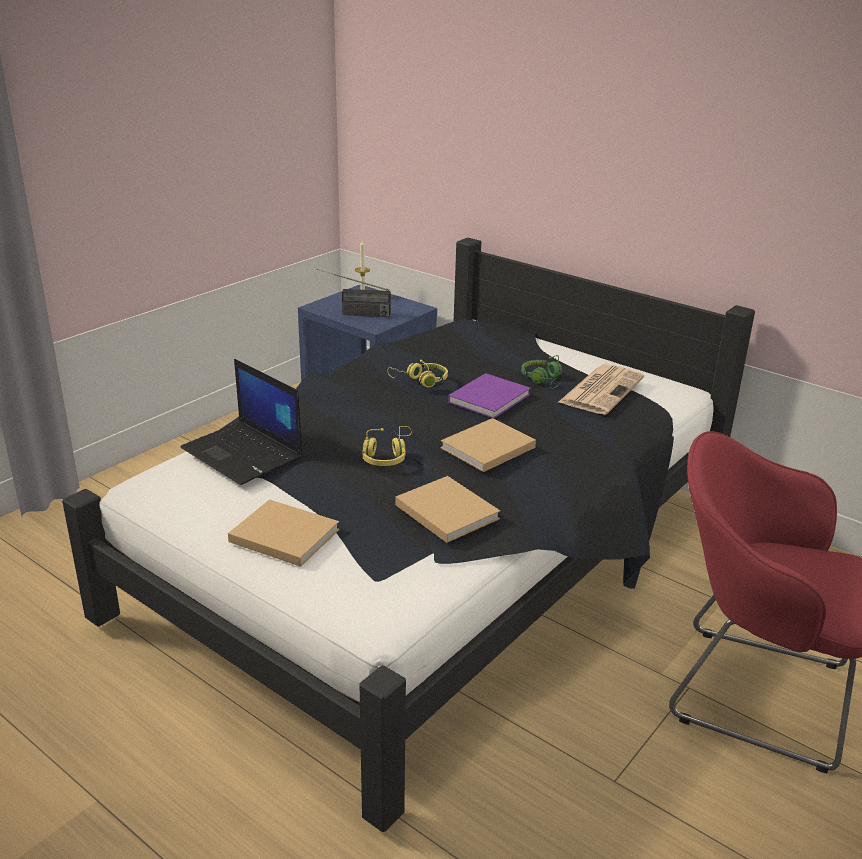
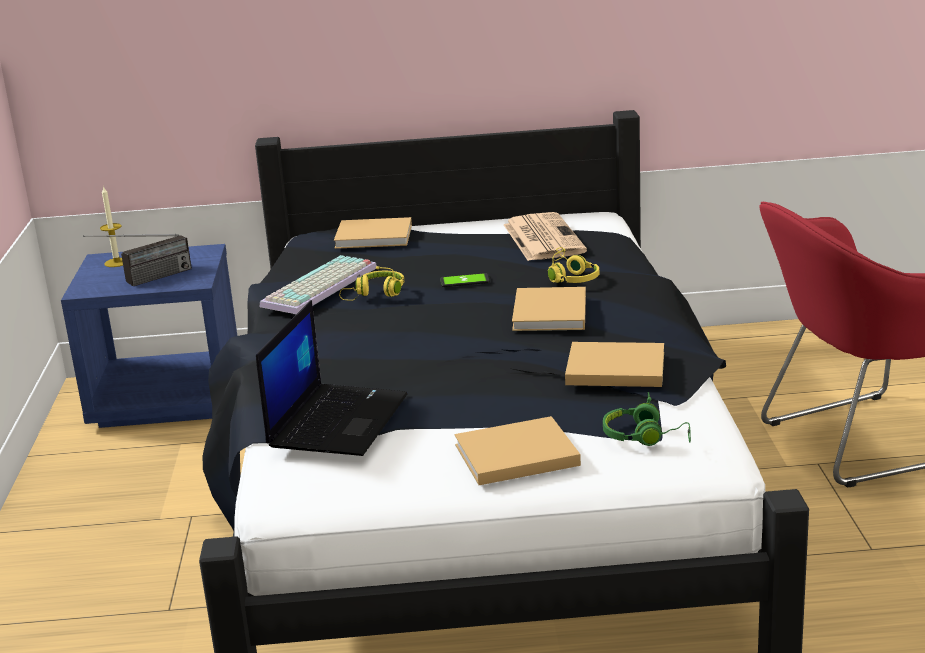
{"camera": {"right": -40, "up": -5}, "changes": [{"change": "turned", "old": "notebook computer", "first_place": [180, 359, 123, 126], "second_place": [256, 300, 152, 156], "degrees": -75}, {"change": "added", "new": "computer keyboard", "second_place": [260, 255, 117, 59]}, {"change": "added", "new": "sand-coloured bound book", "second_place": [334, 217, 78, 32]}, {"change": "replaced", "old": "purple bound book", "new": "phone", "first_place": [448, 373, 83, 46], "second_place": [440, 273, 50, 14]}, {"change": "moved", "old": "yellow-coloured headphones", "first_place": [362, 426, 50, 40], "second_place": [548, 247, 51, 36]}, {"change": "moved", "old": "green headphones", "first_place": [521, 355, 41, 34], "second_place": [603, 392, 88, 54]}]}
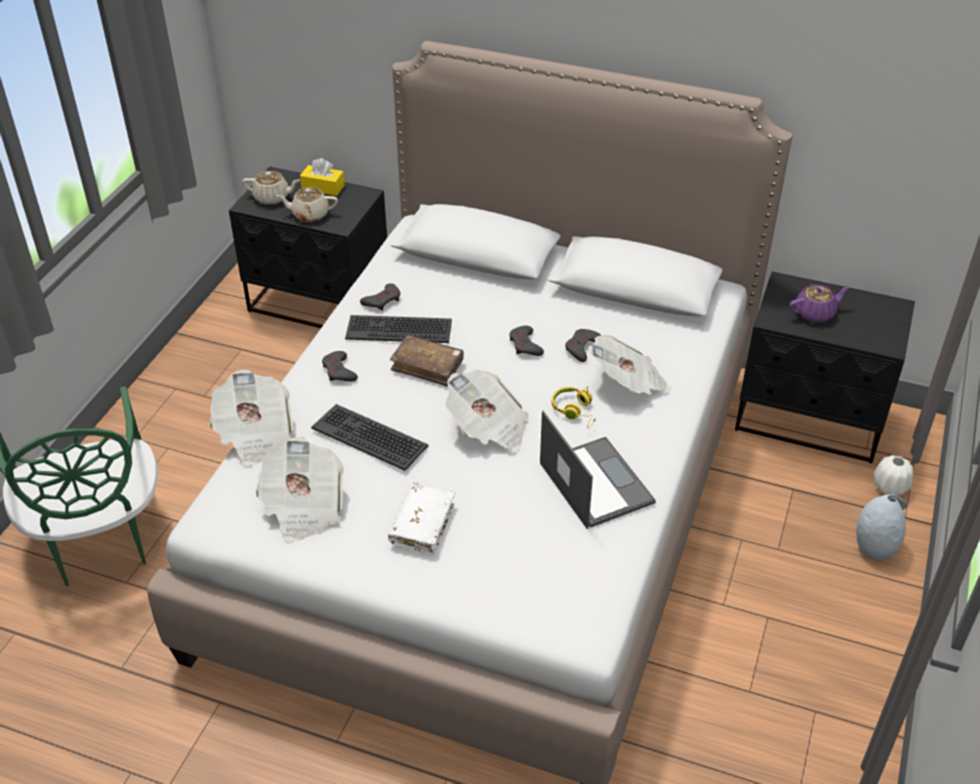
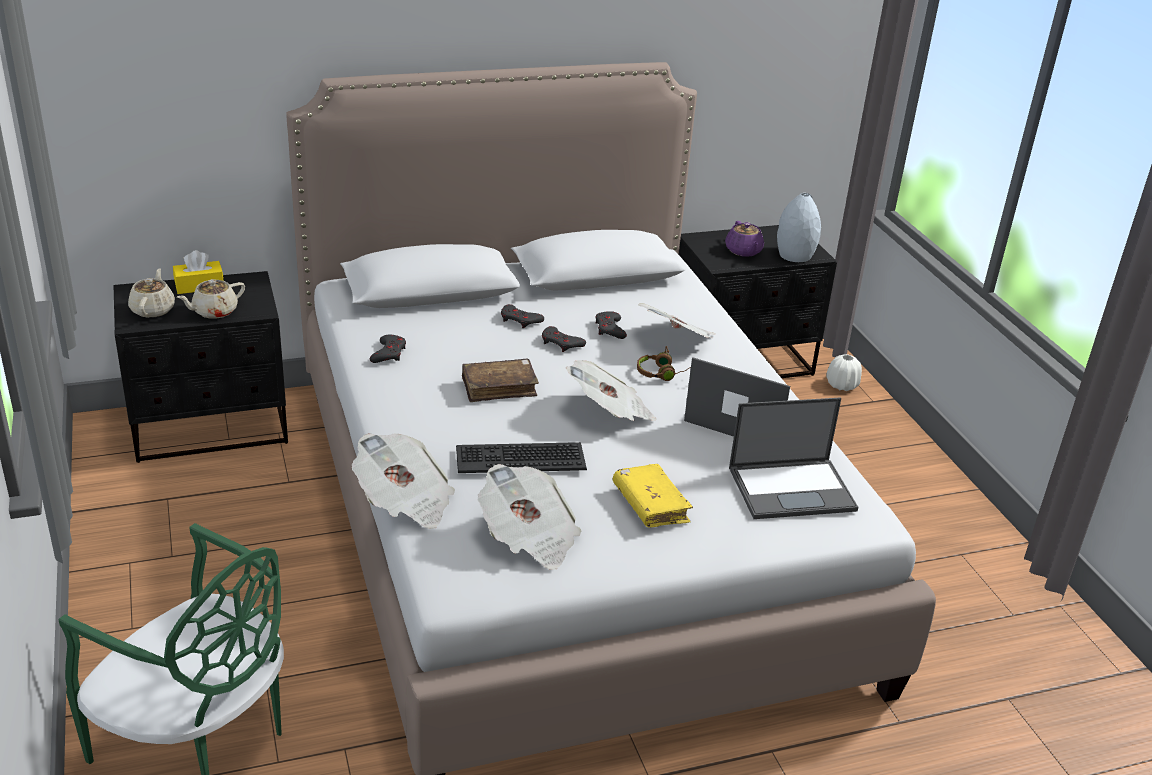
{"camera": {"right": -40, "up": -10}, "changes": [{"change": "turned", "old": "sand-coloured tea pot", "first_place": [242, 171, 58, 34], "second_place": [128, 268, 47, 50], "degrees": -60}, {"change": "moved", "old": "gray game controller", "first_place": [322, 351, 36, 31], "second_place": [501, 304, 43, 24]}, {"change": "recoloured", "old": "whitish bound book", "new": "yellow-coloured bound book", "first_place": [388, 483, 67, 73], "second_place": [613, 464, 80, 64]}, {"change": "recoloured", "old": "yellow-coloured headphones", "new": "brown-coloured headphones", "first_place": [552, 386, 44, 42], "second_place": [637, 346, 54, 35]}, {"change": "turned", "old": "purple tea pot", "first_place": [789, 284, 62, 39], "second_place": [725, 221, 39, 36], "degrees": 135}, {"change": "added", "new": "notebook computer", "second_place": [729, 397, 129, 122]}, {"change": "moved", "old": "gray vase", "first_place": [856, 494, 52, 67], "second_place": [777, 193, 44, 69]}, {"change": "removed", "old": "computer keyboard", "first_place": [345, 315, 107, 28]}]}
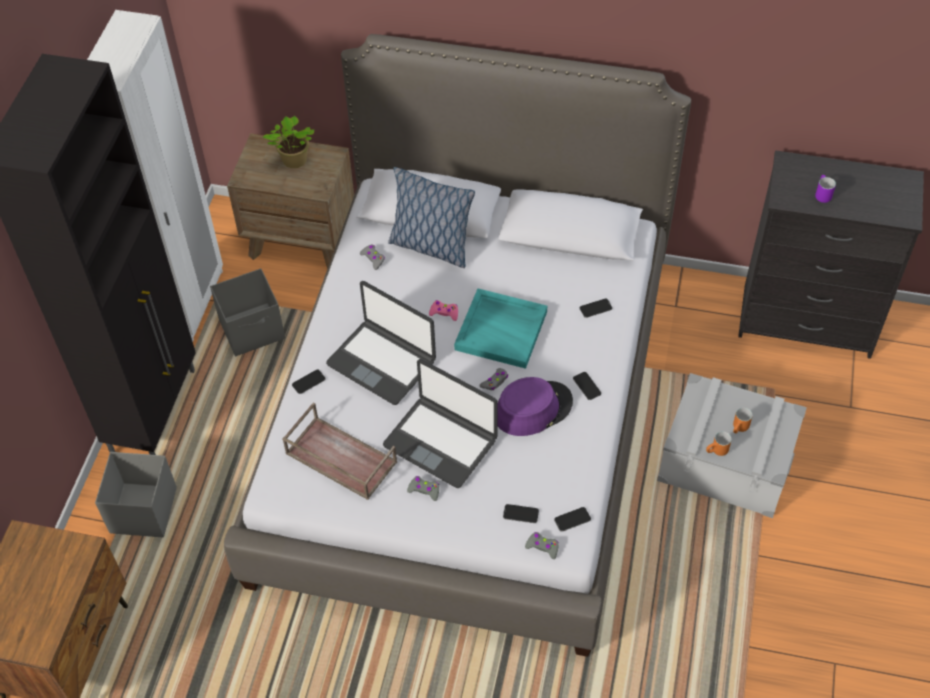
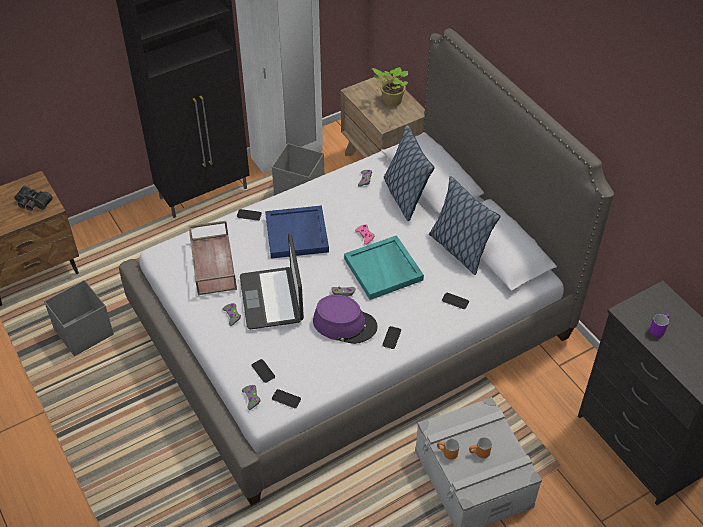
{"camera": {"right": 45, "up": -5}, "changes": [{"change": "added", "new": "black-coloured pair of binoculars", "second_place": [14, 186, 39, 25]}, {"change": "moved", "old": "gray storage bin", "first_place": [95, 452, 82, 85], "second_place": [44, 280, 70, 76]}, {"change": "replaced", "old": "notebook computer", "new": "bluish tray", "first_place": [326, 281, 110, 124], "second_place": [265, 205, 64, 54]}, {"change": "added", "new": "pillow", "second_place": [429, 176, 71, 99]}]}
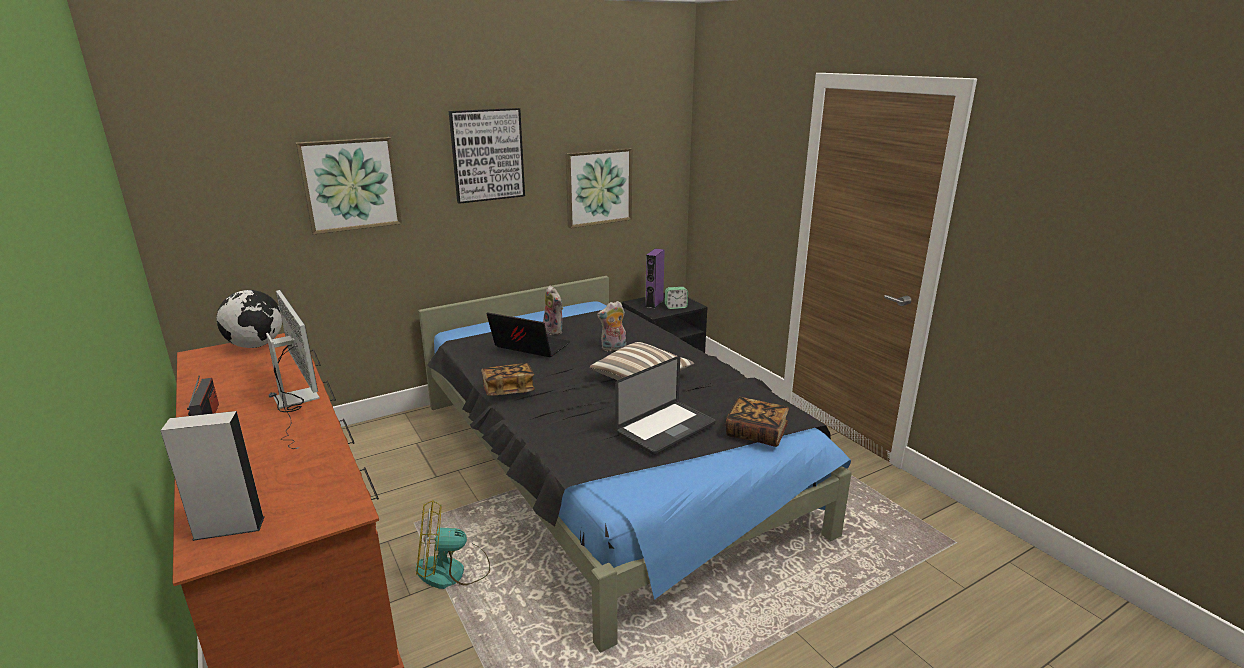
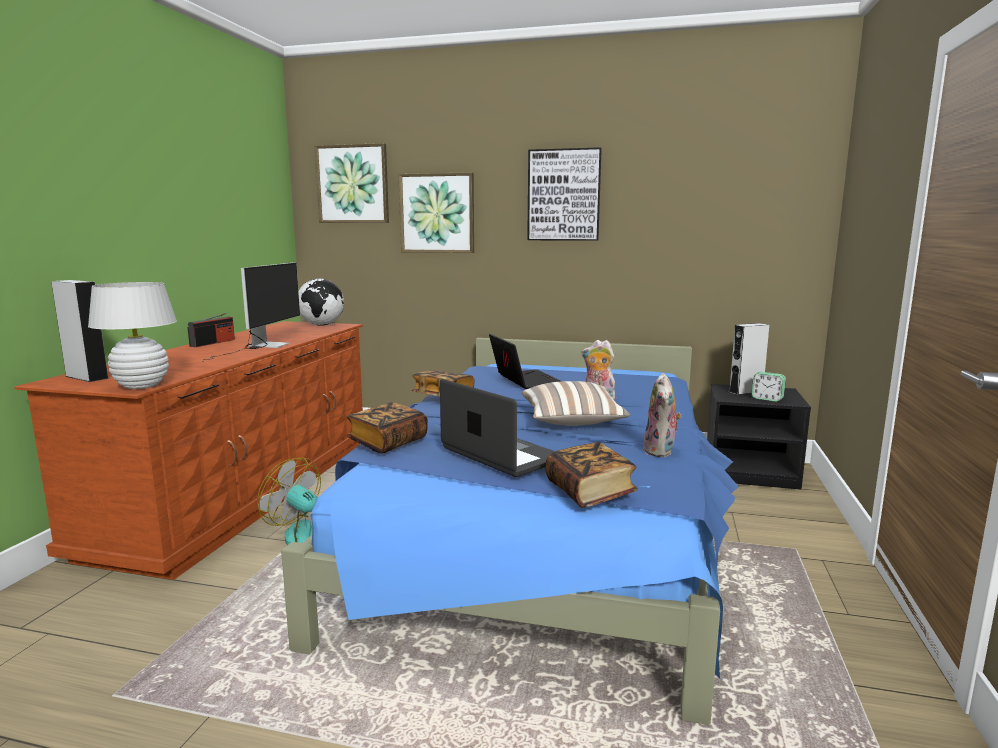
{"camera": {"right": 45, "up": -10}, "changes": [{"change": "added", "new": "whitish tabletop lamp", "second_place": [88, 282, 89, 107]}, {"change": "recoloured", "old": "black-coloured bed", "new": "bluish bed", "first_place": [419, 276, 433, 376], "second_place": [281, 338, 458, 387]}, {"change": "moved", "old": "picture", "first_place": [565, 148, 67, 80], "second_place": [314, 143, 75, 80]}, {"change": "added", "new": "bound book", "second_place": [347, 402, 81, 51]}, {"change": "turned", "old": "notebook computer", "first_place": [615, 356, 101, 99], "second_place": [440, 379, 115, 98], "degrees": -135}, {"change": "moved", "old": "plush toy", "first_place": [543, 286, 20, 49], "second_place": [643, 373, 39, 84]}, {"change": "recoloured", "old": "purple loudspeaker", "new": "gray loudspeaker", "first_place": [645, 248, 20, 61], "second_place": [729, 323, 40, 72]}]}
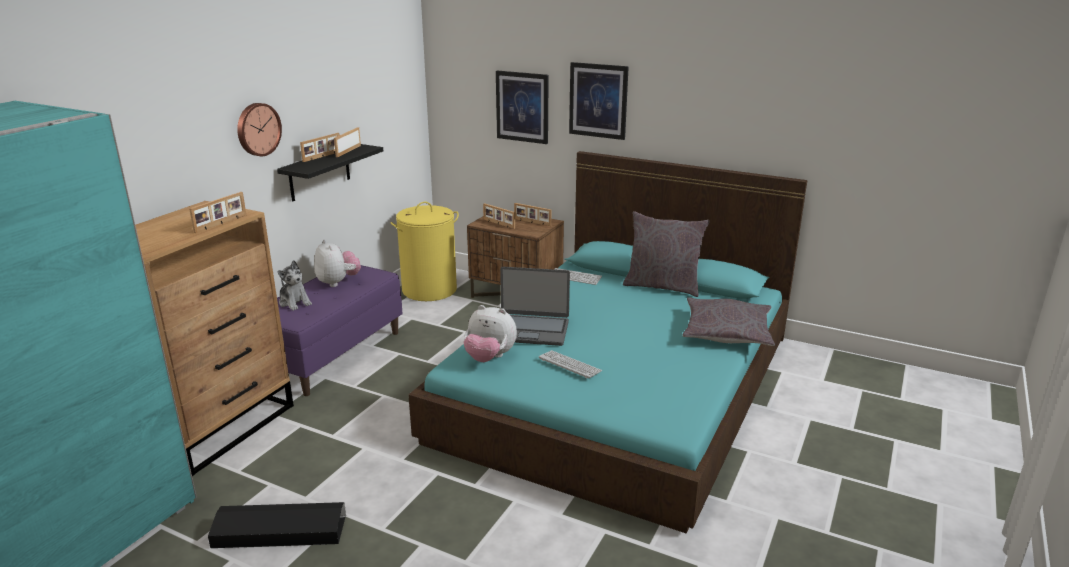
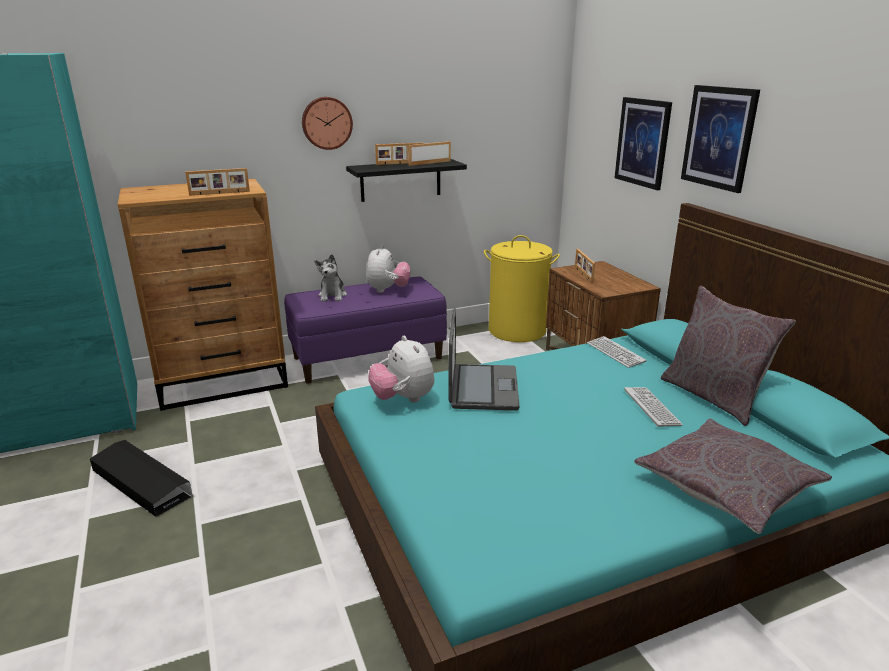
{"camera": {"right": 40, "up": 0}, "changes": [{"change": "turned", "old": "notebook computer", "first_place": [500, 267, 70, 79], "second_place": [449, 308, 70, 103], "degrees": -135}, {"change": "moved", "old": "computer keyboard", "first_place": [539, 350, 64, 29], "second_place": [624, 387, 59, 40]}, {"change": "removed", "old": "photo frame", "first_place": [514, 203, 37, 23]}]}
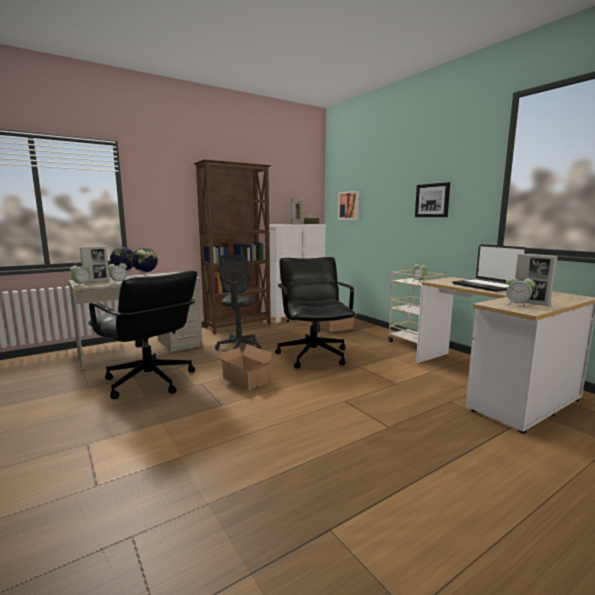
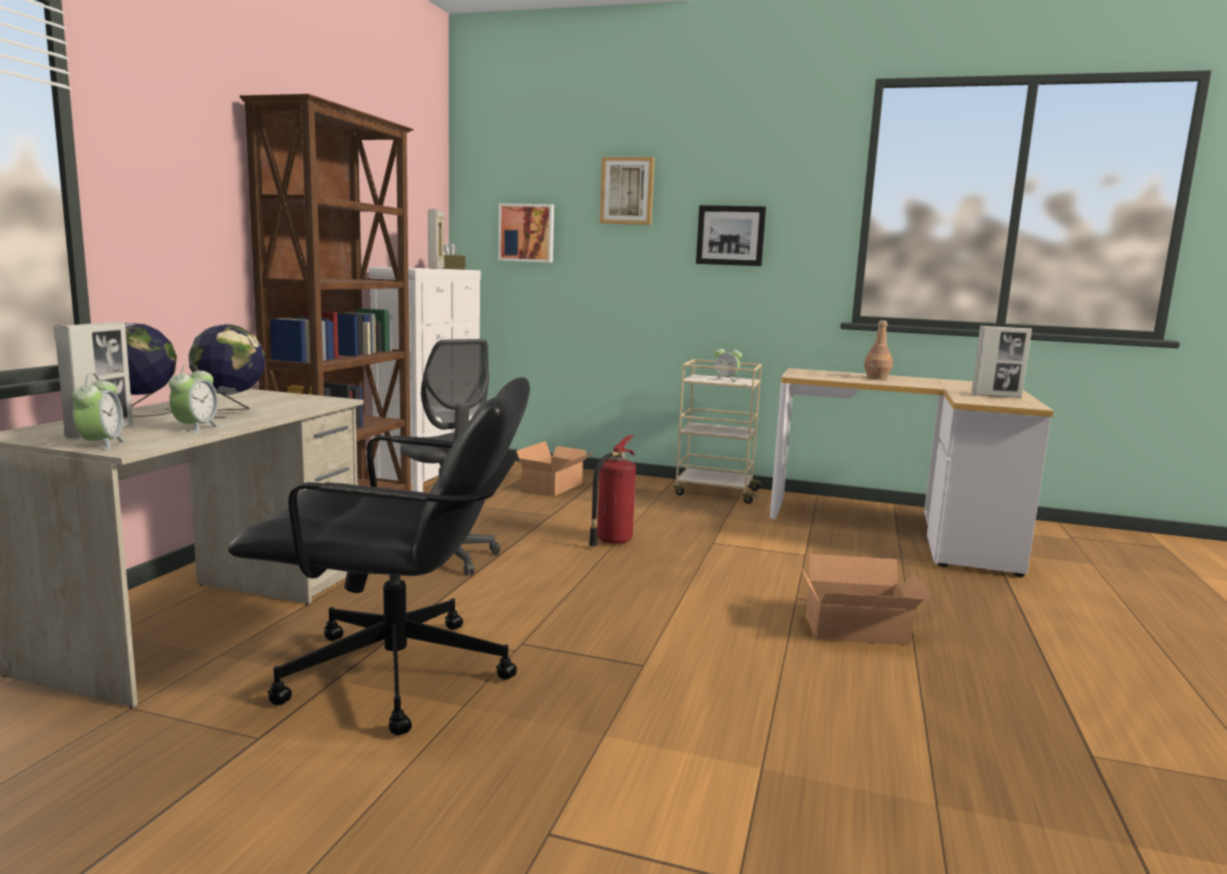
{"camera": {"right": -40, "up": 0}, "changes": [{"change": "replaced", "old": "black-coloured desk chair", "new": "fire-fighting cylinder", "first_place": [275, 257, 80, 112], "second_place": [589, 435, 47, 112]}, {"change": "added", "new": "picture", "second_place": [600, 157, 54, 68]}, {"change": "moved", "old": "packing box", "first_place": [216, 344, 57, 45], "second_place": [800, 554, 132, 91]}, {"change": "replaced", "old": "notebook computer", "new": "brown-coloured beverage bottle", "first_place": [452, 244, 75, 48], "second_place": [864, 320, 29, 60]}, {"change": "removed", "old": "table clock", "first_place": [505, 277, 30, 30]}]}
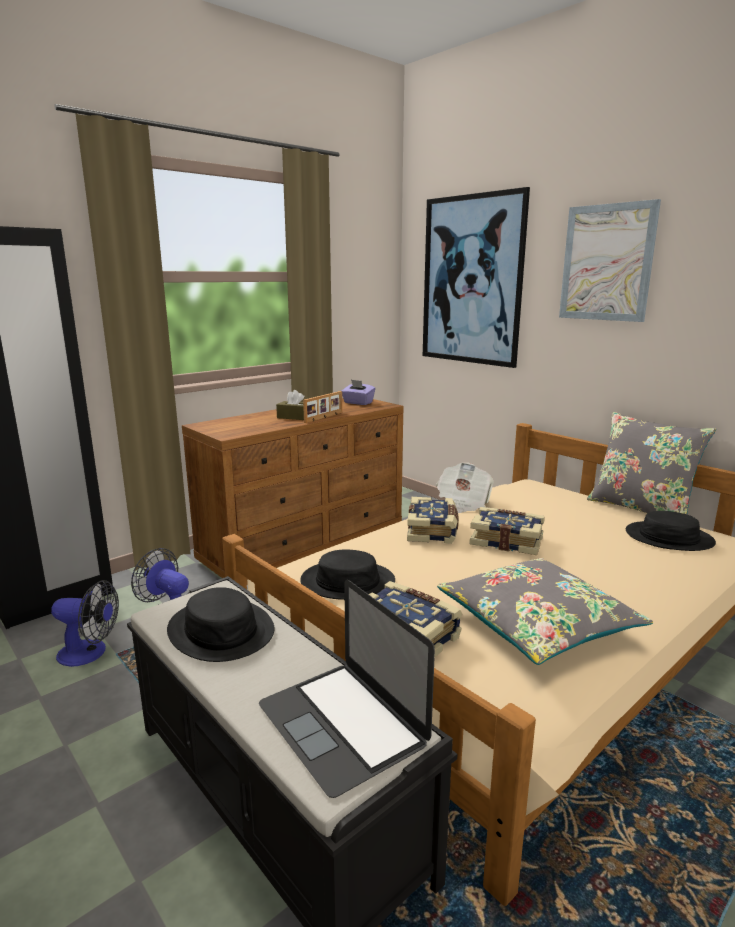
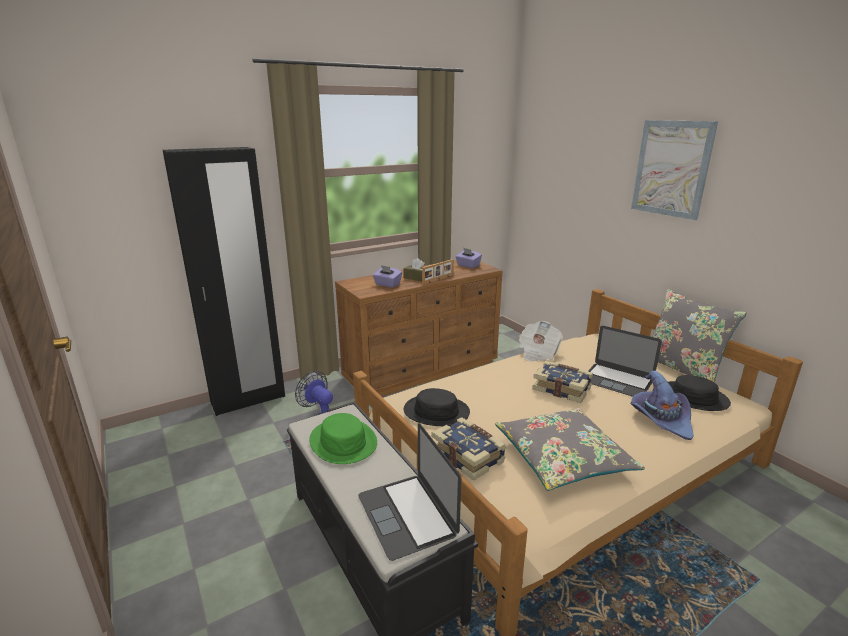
{"camera": {"right": 10, "up": 5}, "changes": [{"change": "recoloured", "old": "black-coloured clothing hat", "new": "green clothing hat", "first_place": [167, 587, 108, 75], "second_place": [309, 413, 68, 51]}, {"change": "added", "new": "purple tissue box", "second_place": [373, 265, 29, 23]}, {"change": "added", "new": "notebook computer", "second_place": [588, 326, 74, 71]}, {"change": "added", "new": "purple clothing hat", "second_place": [630, 370, 64, 70]}, {"change": "removed", "old": "electric fan", "first_place": [51, 580, 68, 87]}, {"change": "removed", "old": "bound book", "first_place": [407, 497, 52, 47]}, {"change": "removed", "old": "picture", "first_place": [423, 187, 107, 181]}]}
